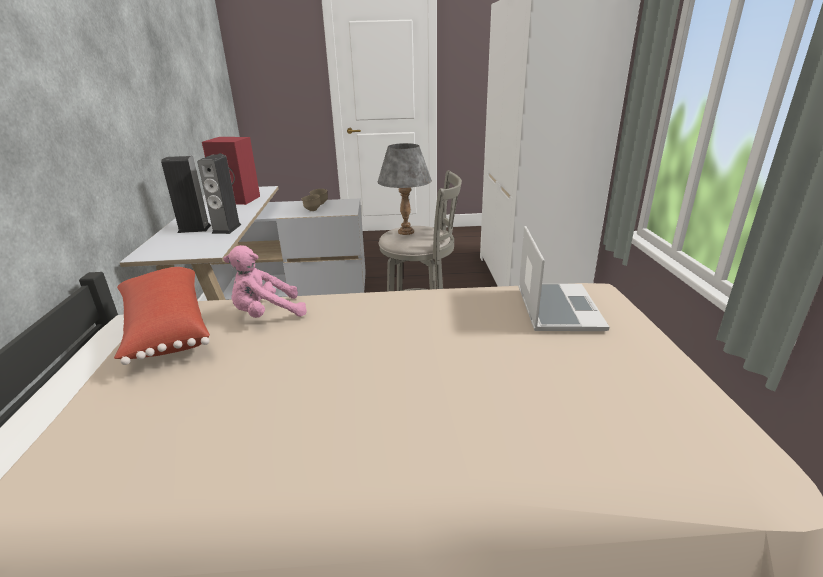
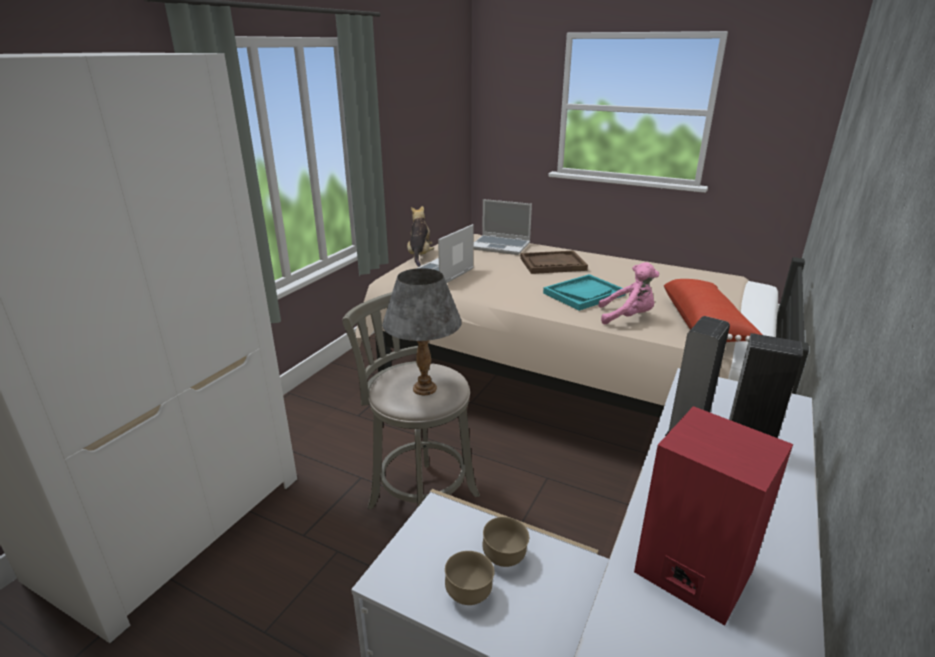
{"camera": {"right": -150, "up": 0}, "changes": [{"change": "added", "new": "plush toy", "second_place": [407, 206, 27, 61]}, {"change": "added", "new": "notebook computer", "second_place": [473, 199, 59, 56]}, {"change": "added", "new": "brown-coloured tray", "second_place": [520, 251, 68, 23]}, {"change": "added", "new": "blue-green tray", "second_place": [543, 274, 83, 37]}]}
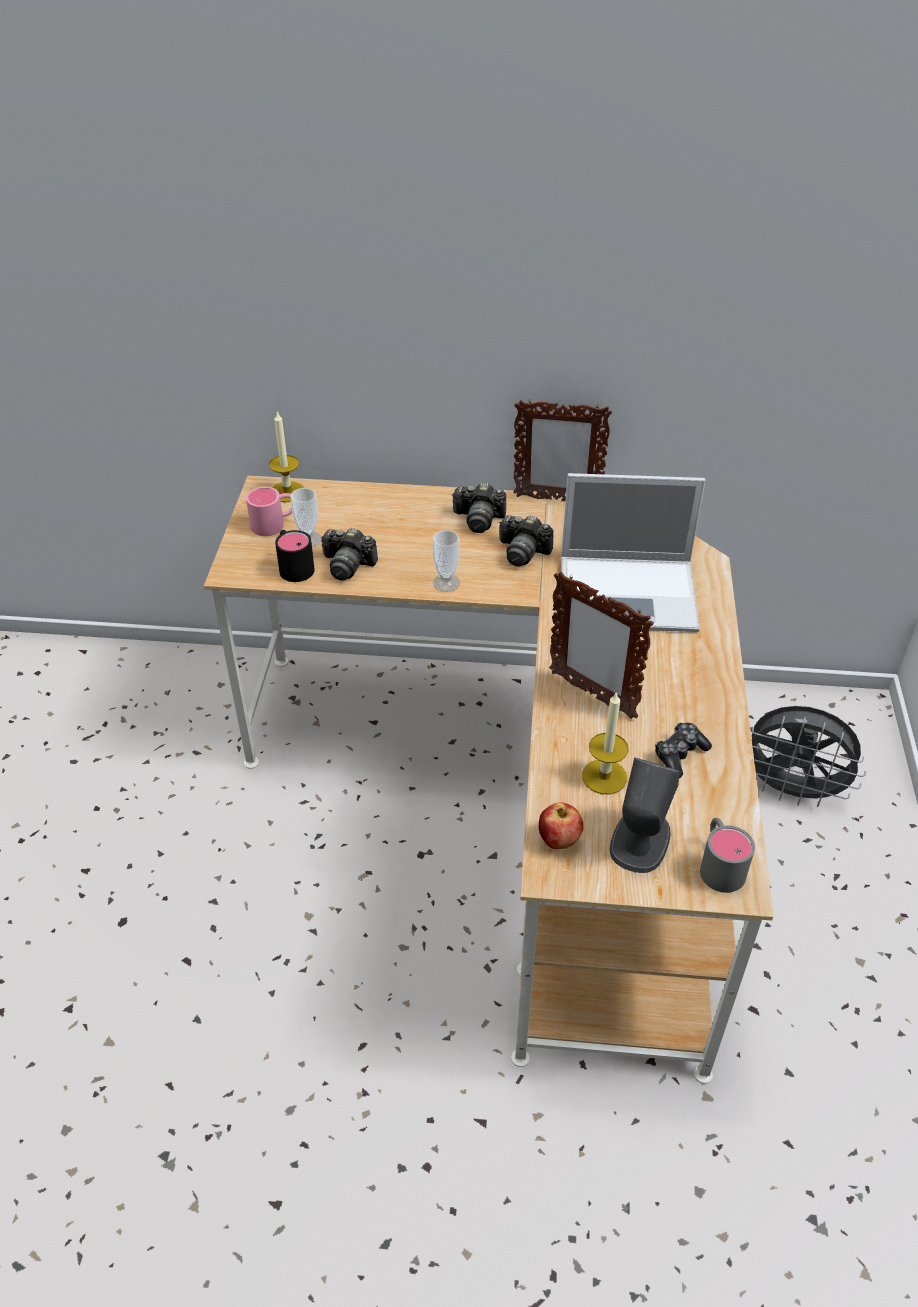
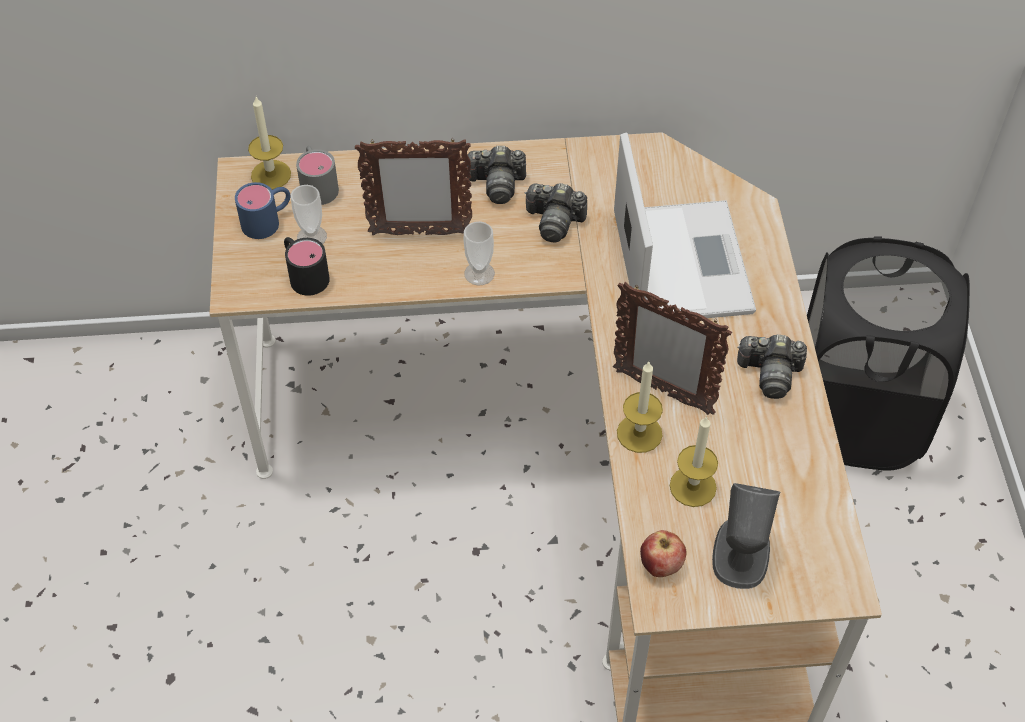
{"camera": {"right": -10, "up": 10}, "changes": [{"change": "recoloured", "old": "pink-coloured mug", "new": "bluish mug", "first_place": [246, 487, 46, 49], "second_place": [235, 182, 55, 57]}, {"change": "moved", "old": "gray mug", "first_place": [700, 818, 55, 75], "second_place": [296, 146, 43, 59]}, {"change": "moved", "old": "photo frame", "first_place": [513, 400, 99, 101], "second_place": [355, 138, 117, 97]}, {"change": "turned", "old": "notebook computer", "first_place": [561, 473, 144, 159], "second_place": [614, 133, 142, 187], "degrees": -90}, {"change": "added", "new": "wax light", "second_place": [617, 362, 46, 91]}, {"change": "moved", "old": "still camera", "first_place": [321, 528, 57, 53], "second_place": [737, 334, 70, 65]}, {"change": "replaced", "old": "gray electric fan", "new": "black-coloured hamper", "first_place": [752, 706, 114, 101], "second_place": [807, 236, 163, 235]}, {"change": "removed", "old": "game controller", "first_place": [655, 723, 57, 55]}]}
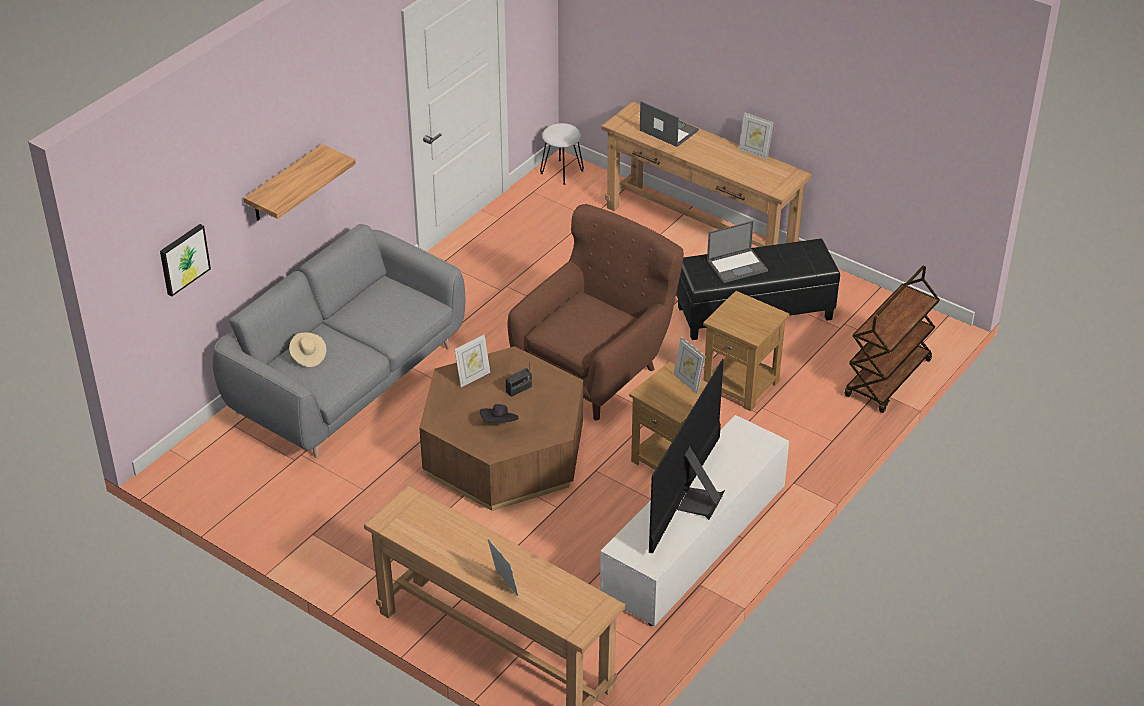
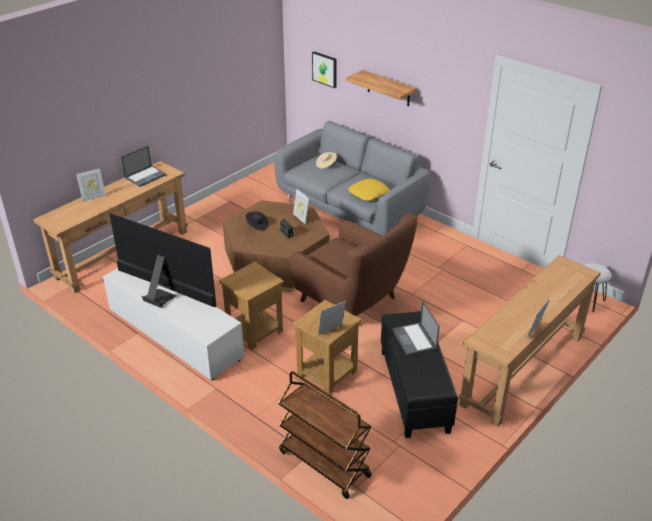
{"camera": {"right": 95, "up": -5}, "changes": [{"change": "moved", "old": "notebook computer", "first_place": [640, 101, 59, 46], "second_place": [121, 146, 45, 41]}, {"change": "moved", "old": "photo frame", "first_place": [673, 337, 32, 57], "second_place": [318, 301, 28, 34]}, {"change": "added", "new": "yellow-coloured pillow", "second_place": [348, 179, 41, 22]}]}
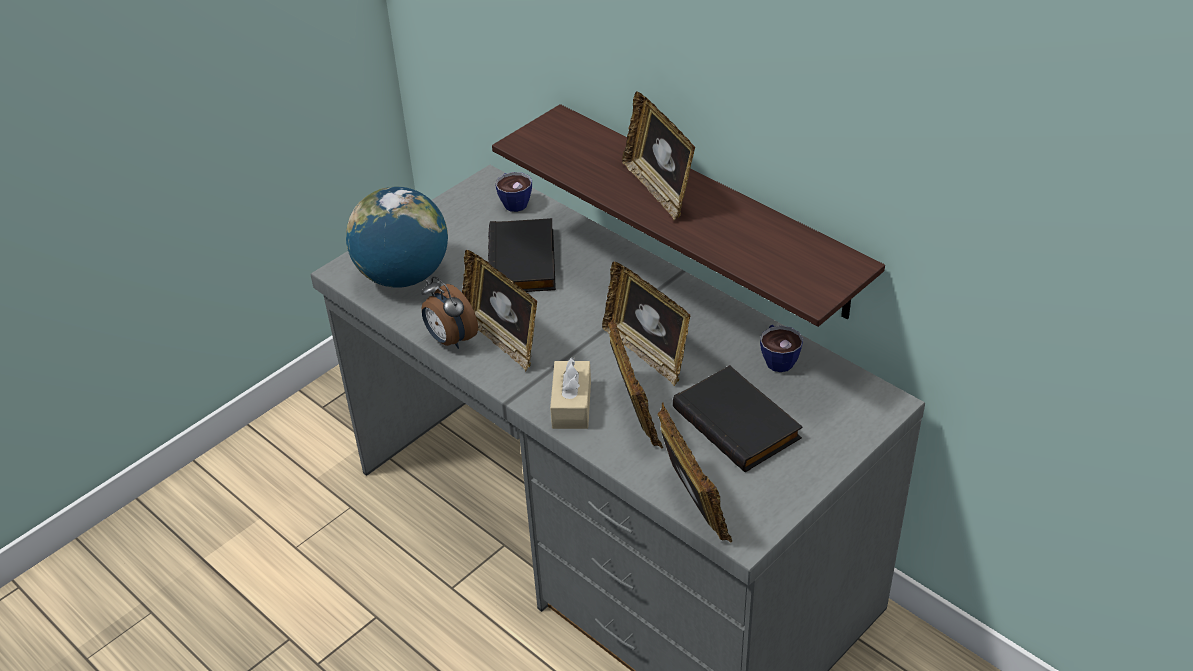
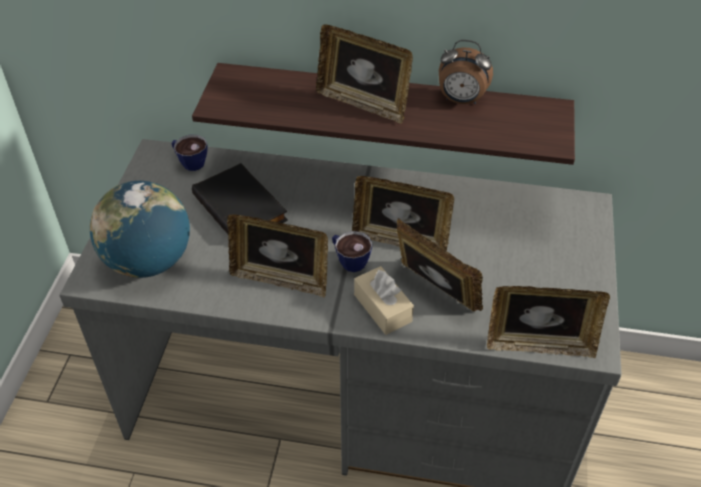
{"camera": {"right": -35, "up": 5}, "changes": [{"change": "moved", "old": "drinking cup", "first_place": [760, 325, 43, 47], "second_place": [332, 231, 40, 41]}, {"change": "moved", "old": "table clock", "first_place": [421, 276, 57, 73], "second_place": [439, 40, 54, 64]}, {"change": "turned", "old": "photo frame", "first_place": [658, 403, 74, 140], "second_place": [487, 286, 123, 72], "degrees": 150}, {"change": "removed", "old": "black-coloured bound book", "first_place": [673, 365, 129, 107]}]}
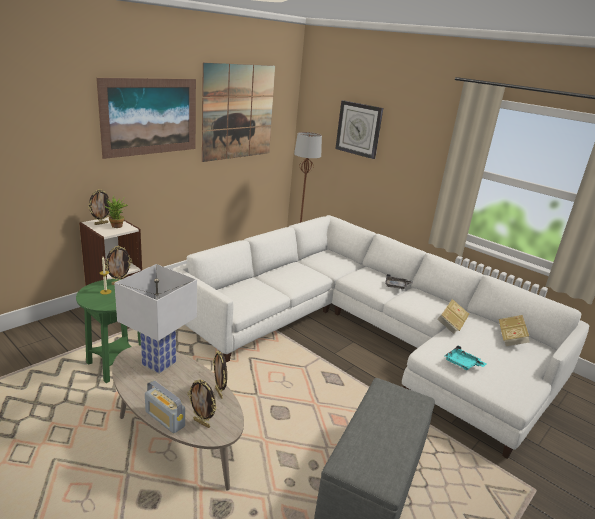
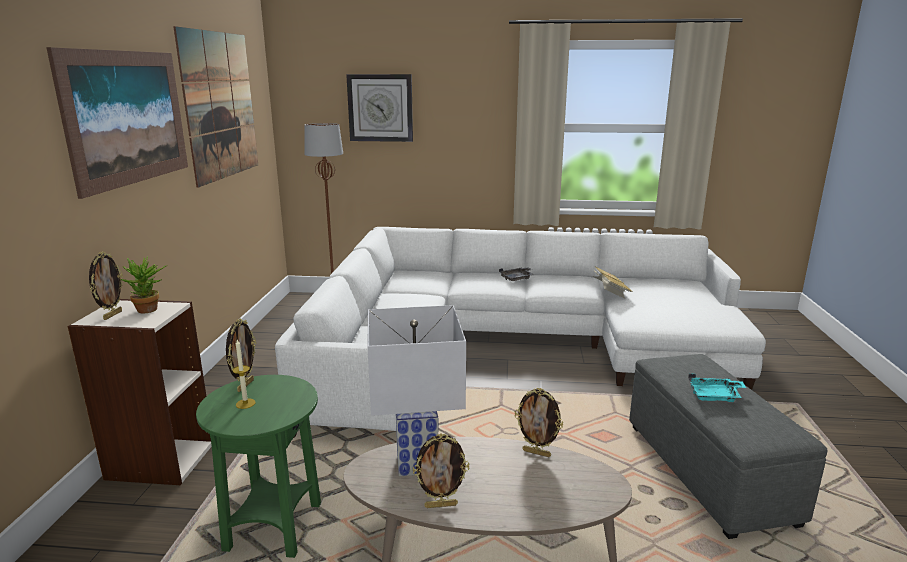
{"camera": {"right": -35, "up": -5}, "changes": [{"change": "moved", "old": "photo frame", "first_place": [187, 379, 30, 49], "second_place": [413, 434, 56, 74]}, {"change": "moved", "old": "blue-green tray", "first_place": [444, 345, 42, 25], "second_place": [688, 374, 58, 28]}, {"change": "removed", "old": "radio set", "first_place": [145, 380, 40, 54]}, {"change": "removed", "old": "bound book", "first_place": [499, 315, 31, 31]}]}
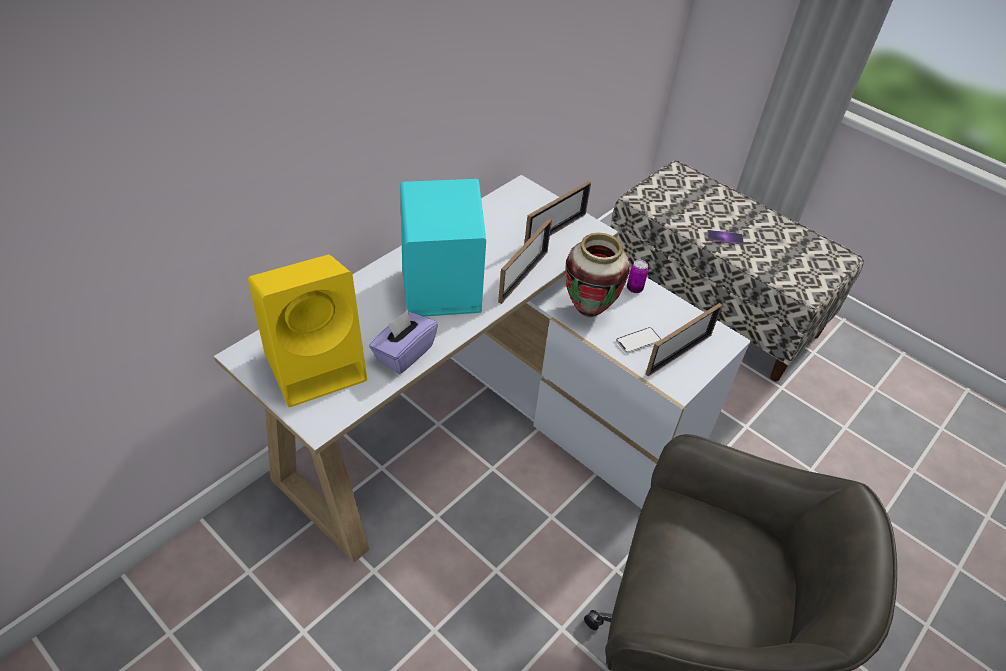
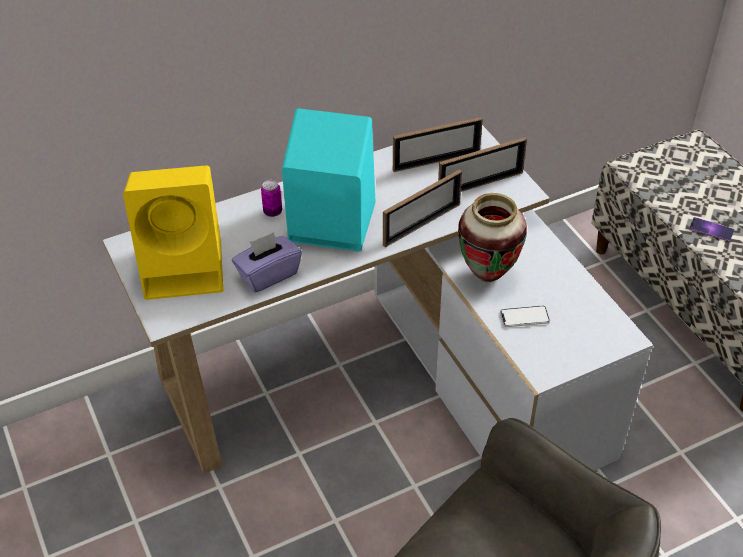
{"camera": {"right": 25, "up": 0}, "changes": [{"change": "moved", "old": "can", "first_place": [627, 260, 22, 33], "second_place": [261, 180, 21, 37]}, {"change": "moved", "old": "photo frame", "first_place": [646, 303, 76, 73], "second_place": [393, 117, 90, 55]}]}
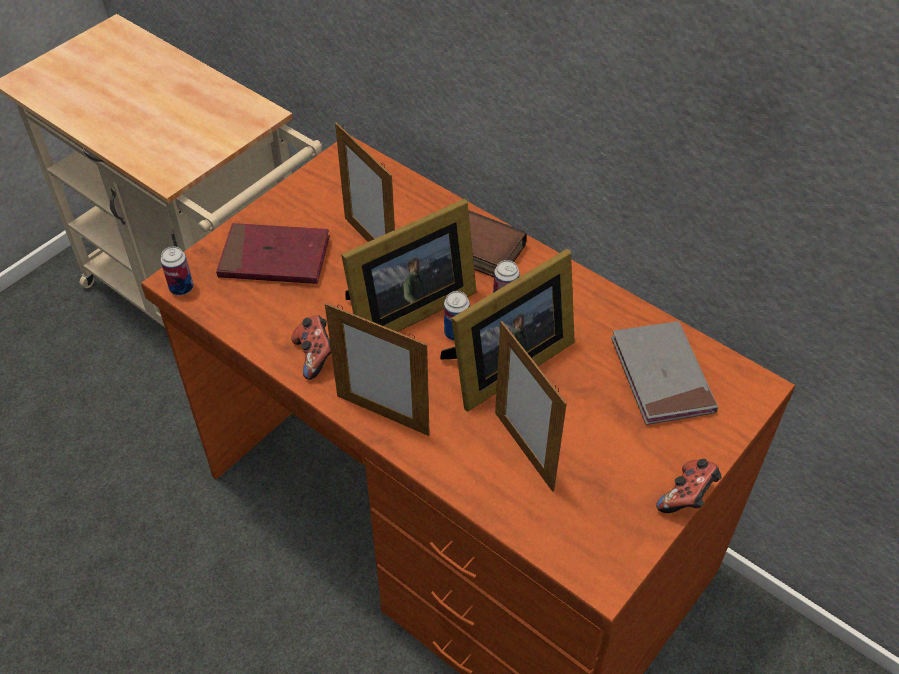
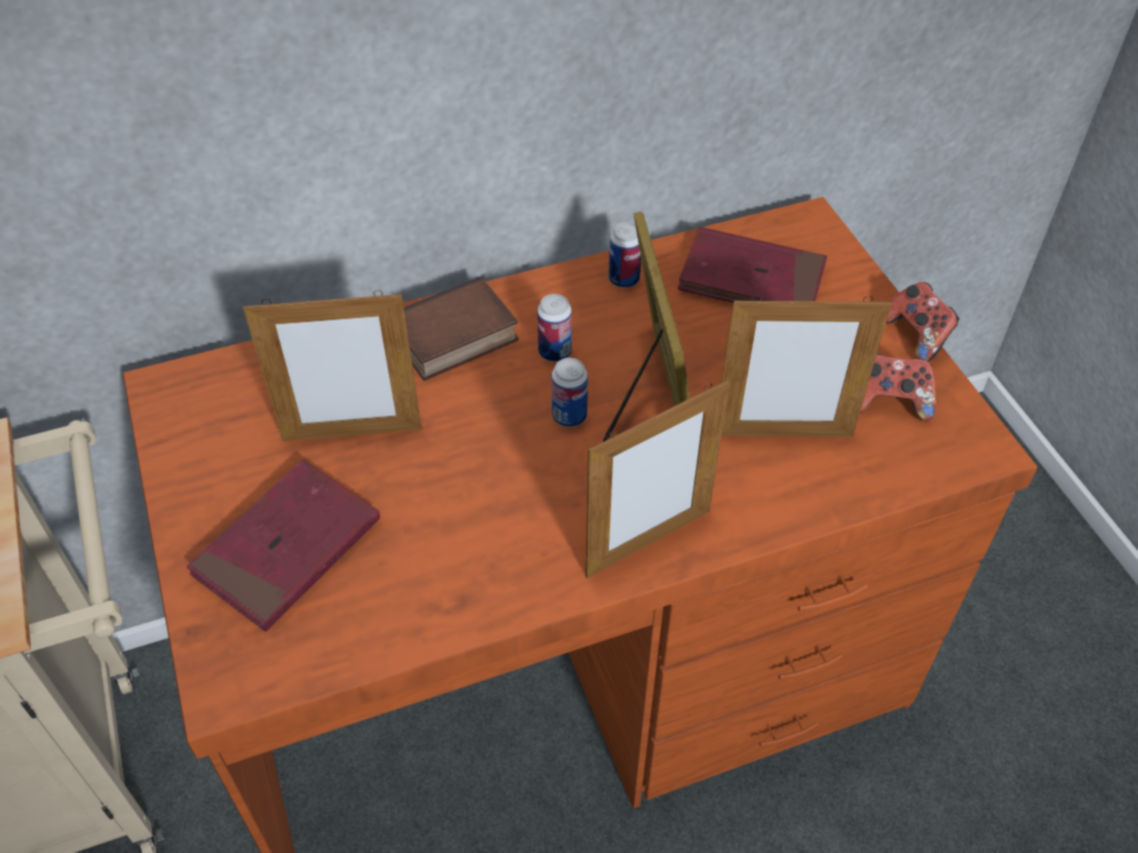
{"camera": {"right": -60, "up": 0}, "changes": [{"change": "moved", "old": "can", "first_place": [161, 246, 33, 49], "second_place": [609, 222, 32, 66]}, {"change": "recoloured", "old": "gray bound book", "new": "red-coloured bound book", "first_place": [611, 321, 107, 104], "second_place": [677, 227, 150, 76]}, {"change": "moved", "old": "game controller", "first_place": [291, 315, 40, 65], "second_place": [860, 354, 76, 67]}, {"change": "removed", "old": "photo frame", "first_place": [341, 199, 136, 133]}]}
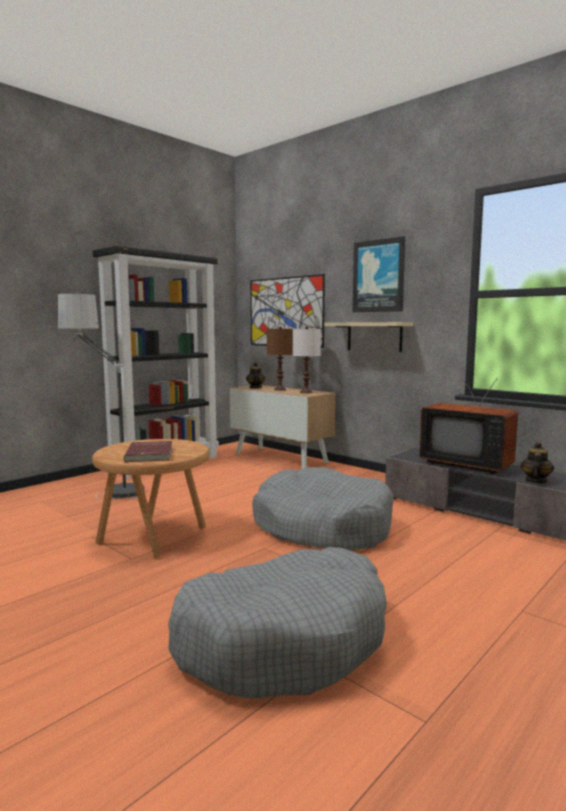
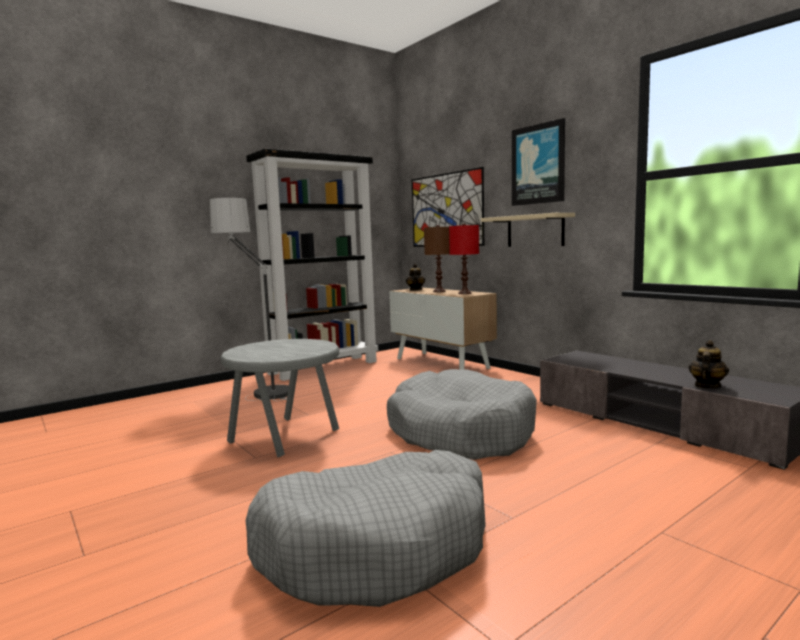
{"camera": {"right": 10, "up": 0}, "changes": [{"change": "recoloured", "old": "brown-coloured accent table", "new": "gray accent table", "first_place": [92, 439, 117, 119], "second_place": [221, 339, 118, 119]}, {"change": "recoloured", "old": "whitish tabletop lamp", "new": "red-coloured tabletop lamp", "first_place": [293, 326, 28, 68], "second_place": [449, 223, 30, 71]}, {"change": "removed", "old": "red-coloured bound book", "first_place": [124, 441, 48, 21]}, {"change": "removed", "old": "TV set", "first_place": [420, 378, 98, 96]}]}
